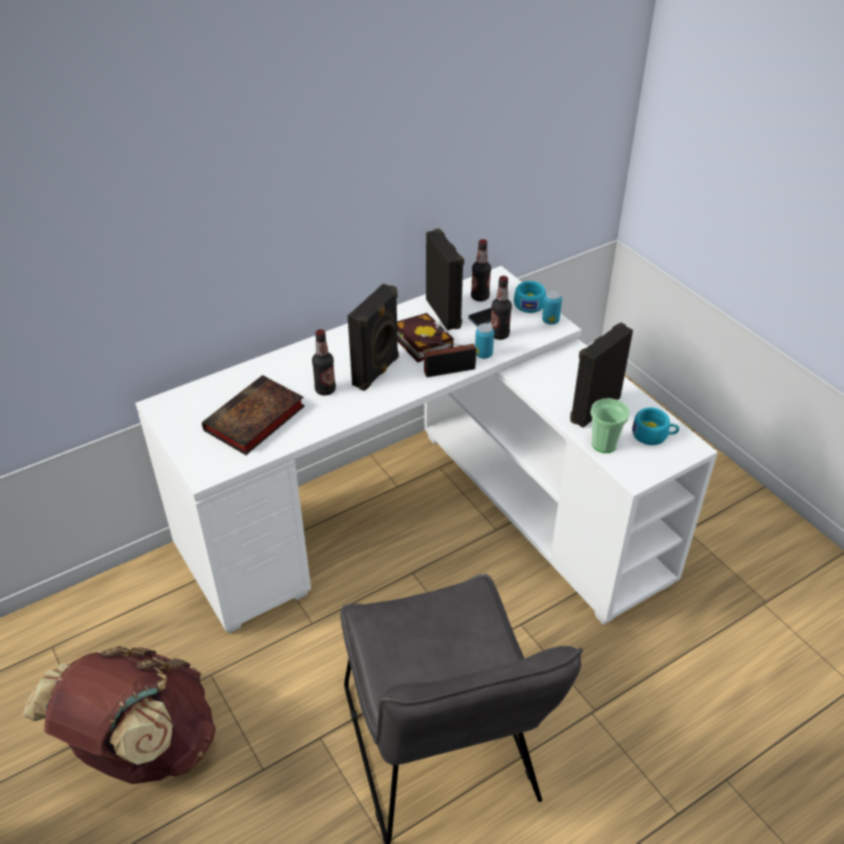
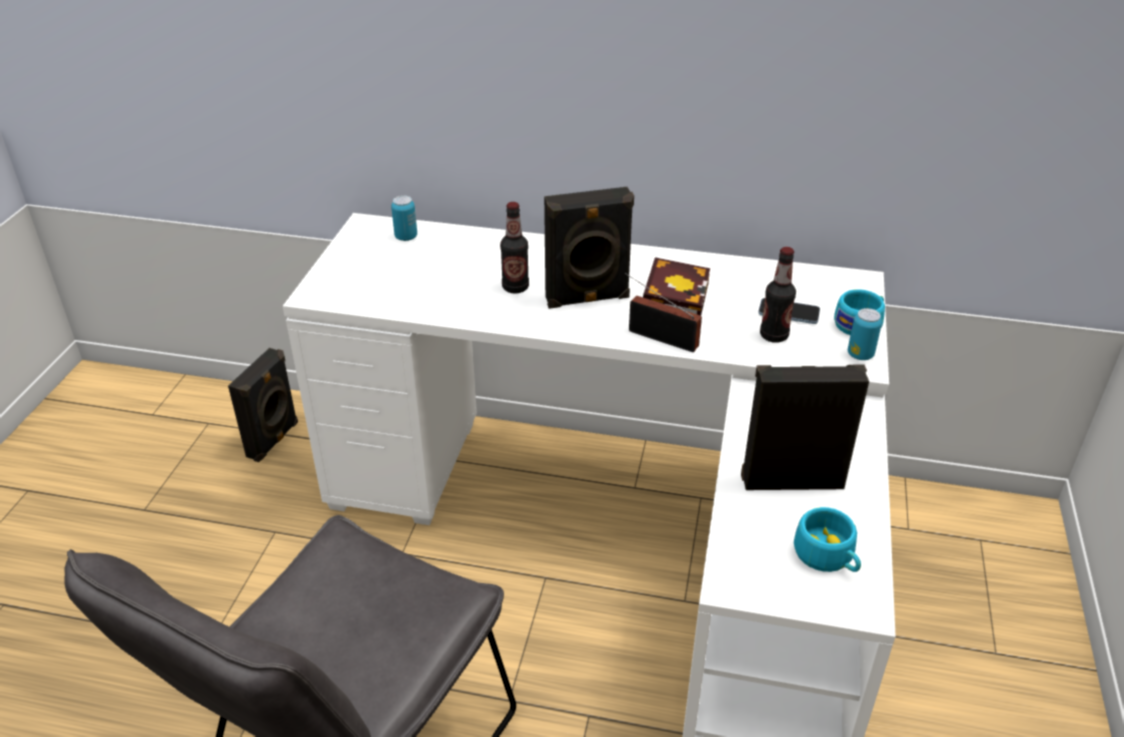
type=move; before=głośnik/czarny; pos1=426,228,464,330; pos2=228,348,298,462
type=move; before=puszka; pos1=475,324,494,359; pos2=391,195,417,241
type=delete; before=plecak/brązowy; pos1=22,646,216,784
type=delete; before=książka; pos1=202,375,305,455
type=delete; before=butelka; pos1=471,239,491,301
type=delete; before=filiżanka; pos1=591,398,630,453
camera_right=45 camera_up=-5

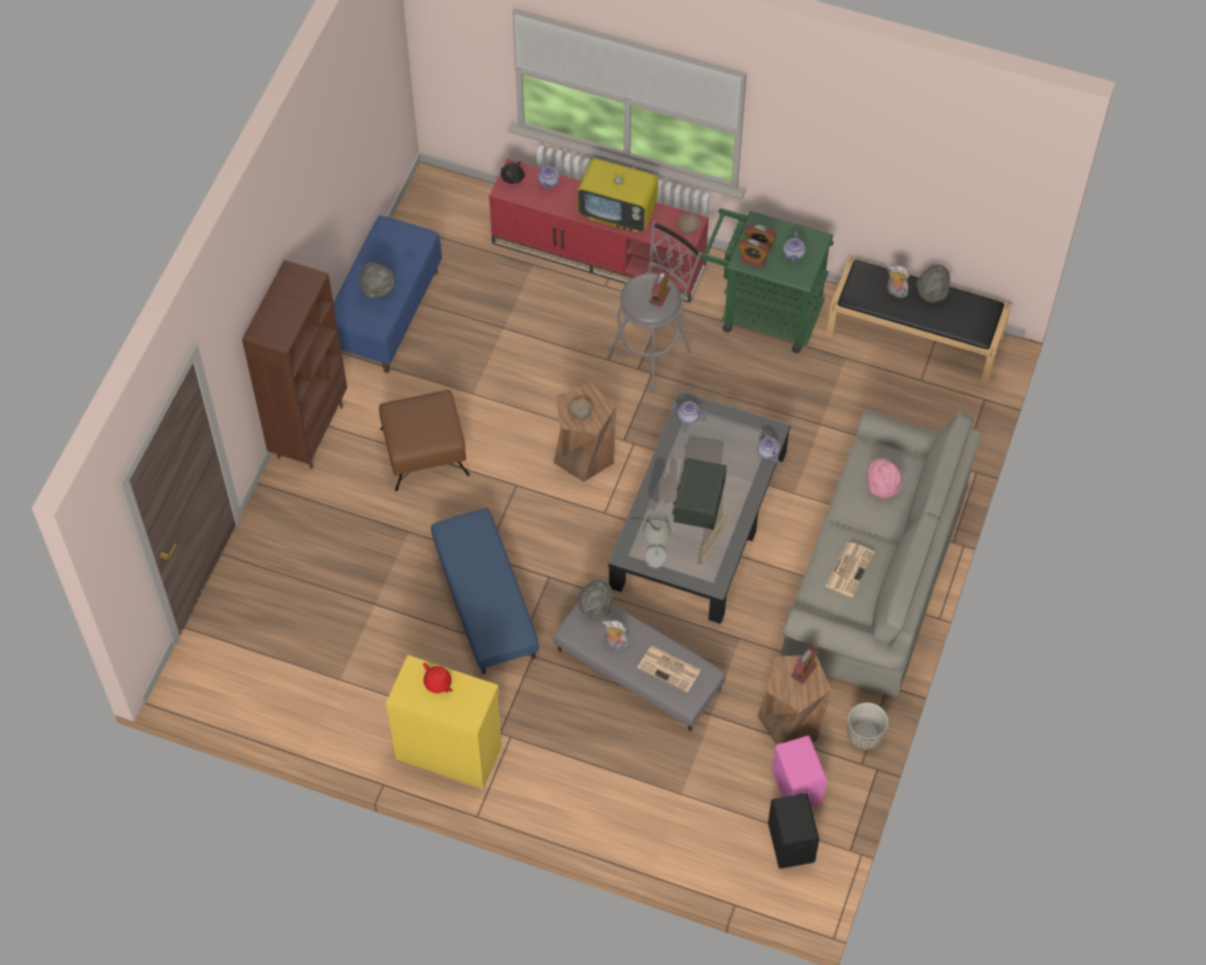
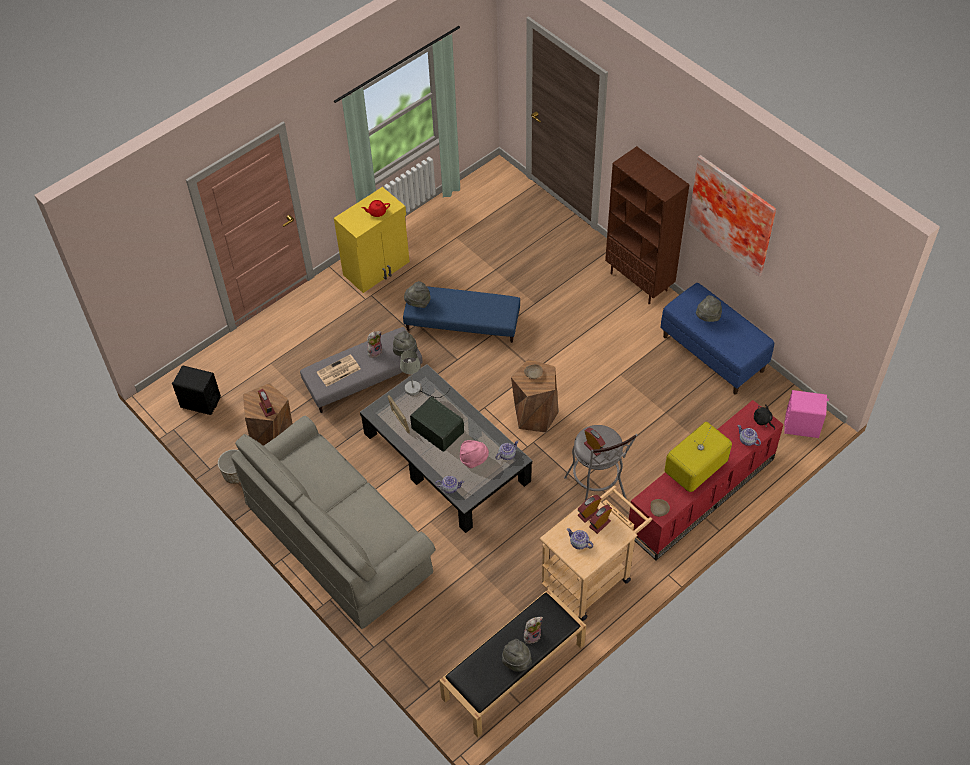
type=insert; after=kapelusz/szary; pos2=404,281,431,308
type=move; before=kapelusz/różowy; pos1=867,458,902,498; pos2=460,440,489,468
type=recolor; before=wózek/zielony; after=wózek/beżowy; pos1=700,208,834,353; pos2=539,485,652,621
type=insert; after=obraz; pos2=688,155,776,277
type=move; before=głośnik/różowy; pos1=772,736,827,806; pos2=784,390,829,438
type=delete; before=pufa/brązowy; pos1=379,390,470,491
type=delete; before=gazeta; pos1=825,542,875,597
camera_right=120 camera_up=-5

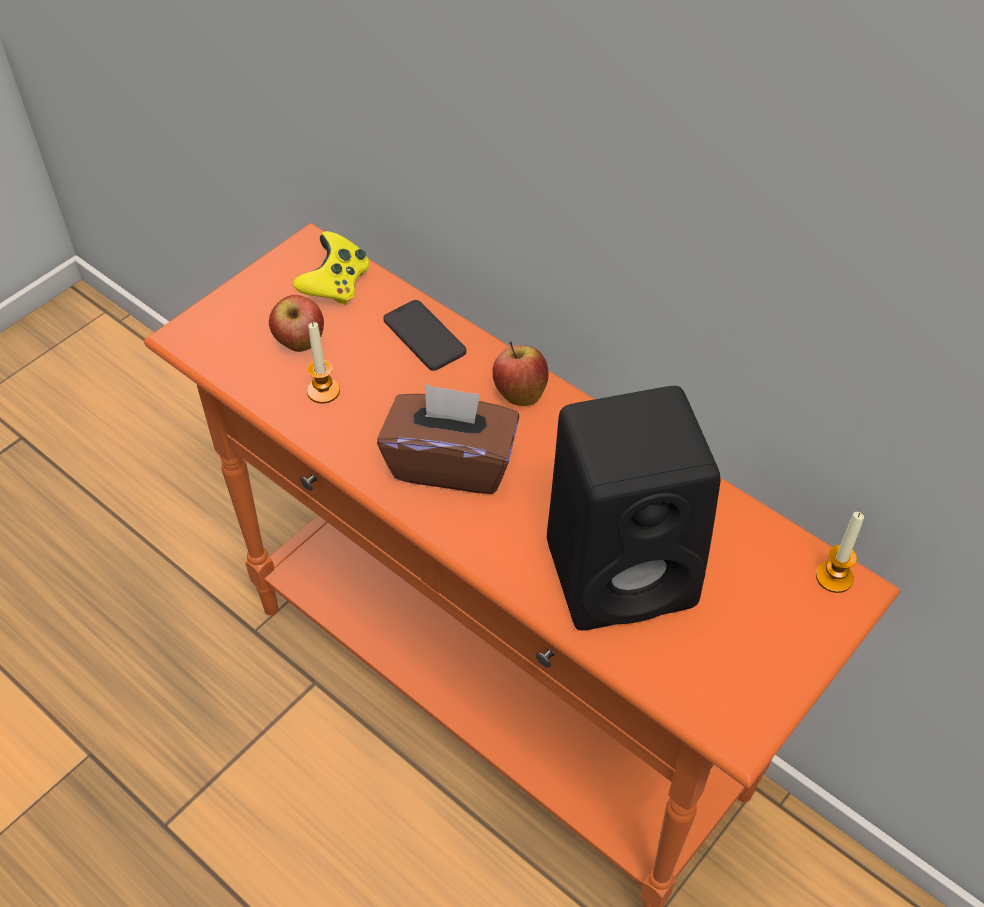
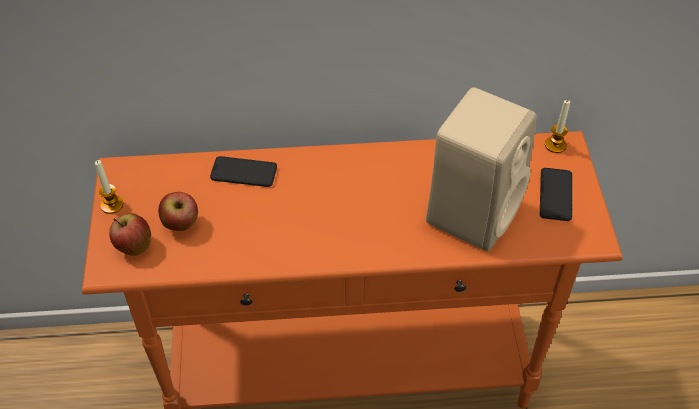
type=move; before=świeca; pos1=307,322,340,404; pos2=95,160,123,214
type=move; before=jabłko; pos1=492,341,549,406; pos2=109,213,151,256
type=recolor; before=głośnik/czarny; after=głośnik/beżowy; pos1=547,386,721,631; pos2=426,87,537,251
type=insert; after=telefon; pos2=540,168,572,221
type=delete; before=pad do gier/żółty; pos1=292,231,370,305
type=delete; before=pudełko chusteczek/brązowy; pos1=377,383,519,494
camera_right=-45 camera_up=0

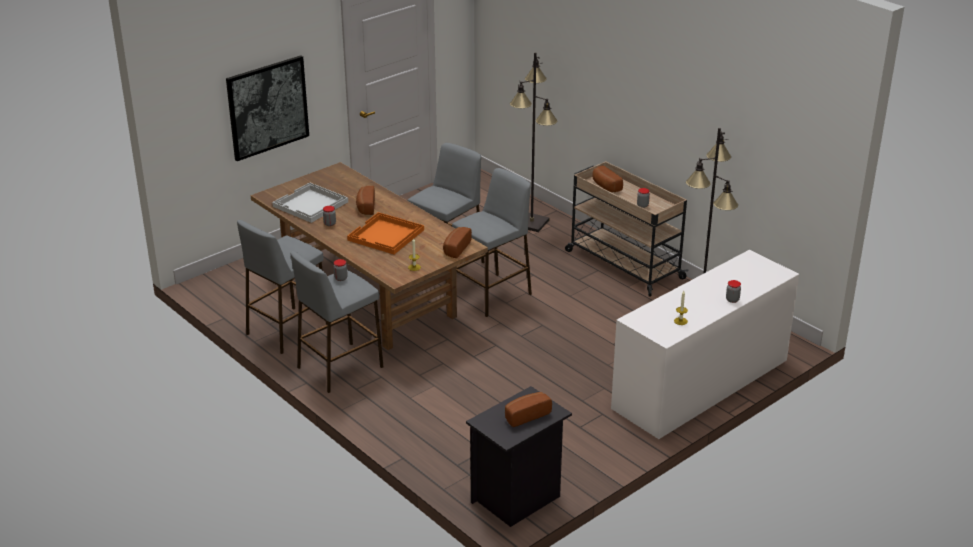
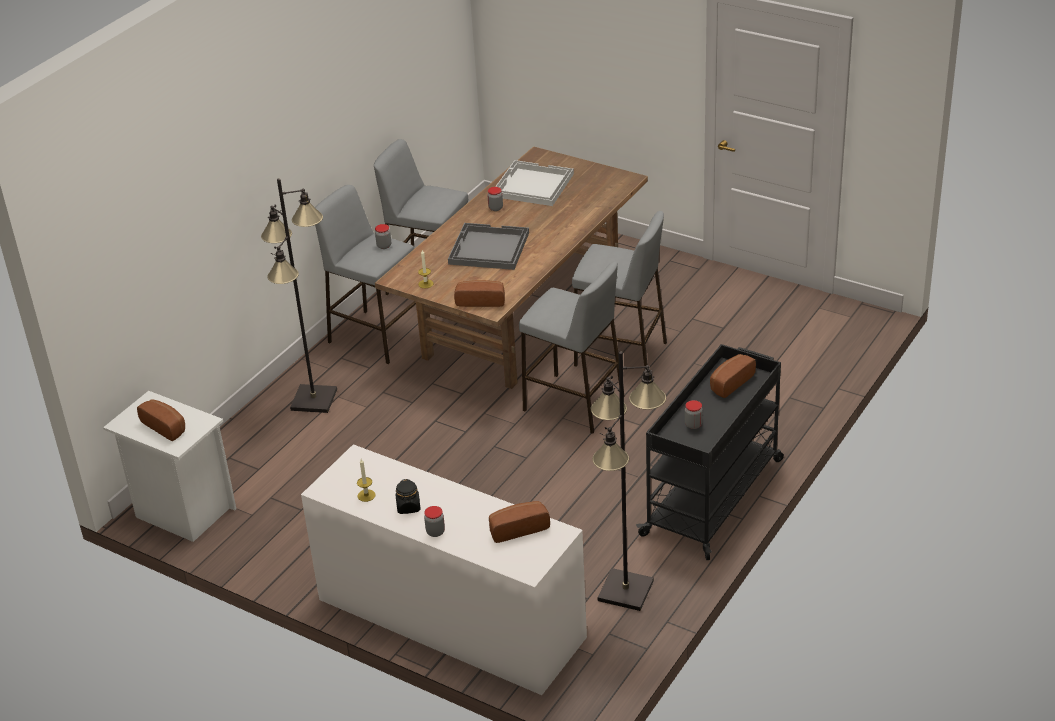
type=recolor; before=szafka nocna/czarny; after=szafka nocna/biały; pos1=466,386,572,527; pos2=103,391,237,542
type=move; before=lampa stojąca/czarny; pos1=510,52,558,232; pos2=261,179,337,413
type=insert; after=słoik/czarny; pos2=396,479,421,514
type=recolor; before=taca/pomarańczowy; after=taca/szary; pos1=347,212,424,254; pos2=448,223,529,270
type=move; before=chleb; pos1=356,186,375,215; pos2=489,501,550,543
type=recolor; before=wózek/beżowy; after=wózek/czarny; pos1=565,161,688,297; pos2=636,344,784,560
type=delete; before=obraz; pos1=226,55,309,161
camera_right=75 camera_up=5

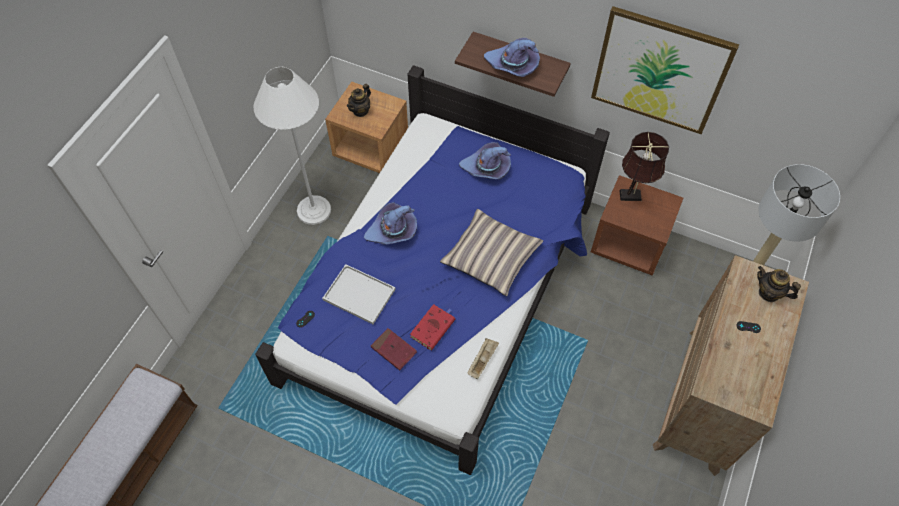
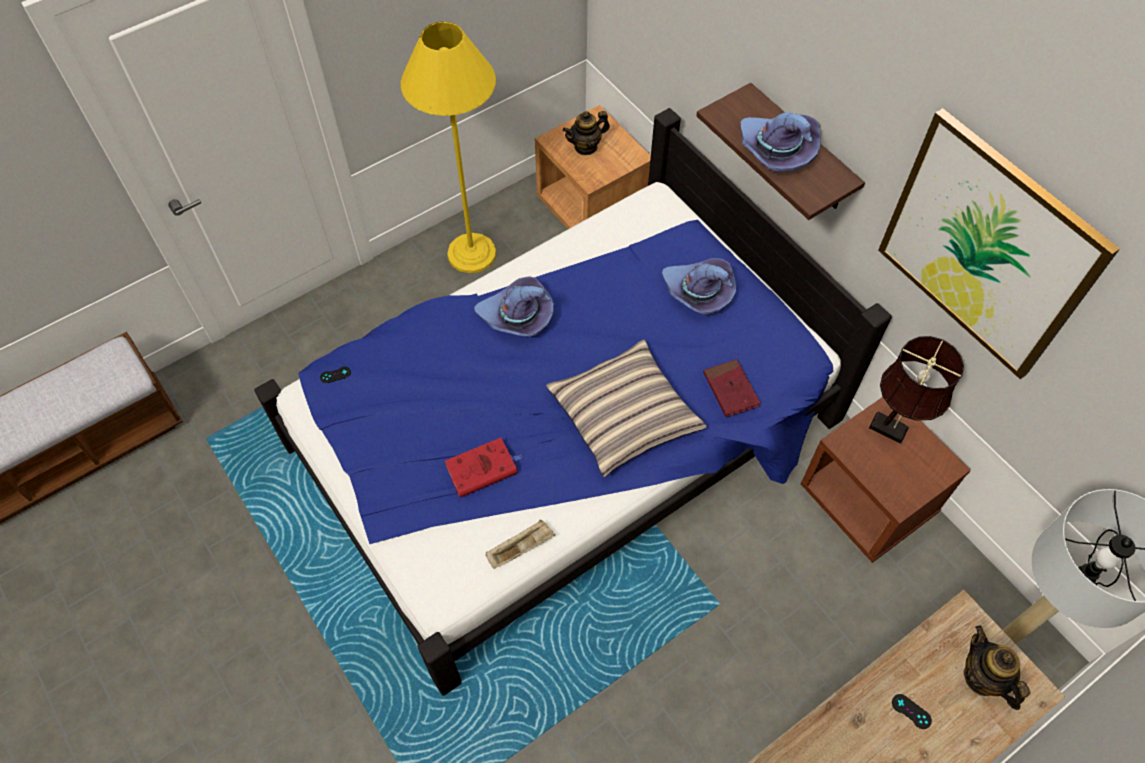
type=recolor; before=lampa stojąca/biały; after=lampa stojąca/żółty; pos1=253,66,331,225; pos2=401,22,496,273
type=move; before=książka/czerwony; pos1=371,328,417,370; pos2=703,359,761,417
type=delete; before=taca/biały; pos1=322,264,396,324
camera_right=30 camera_up=0

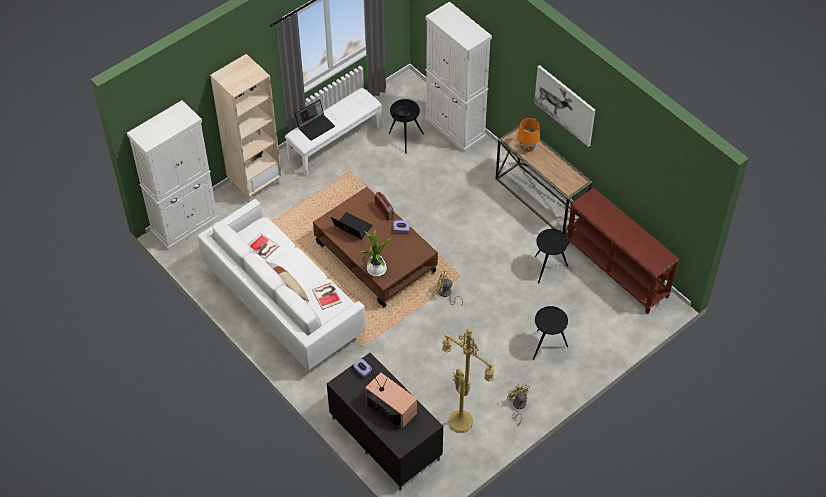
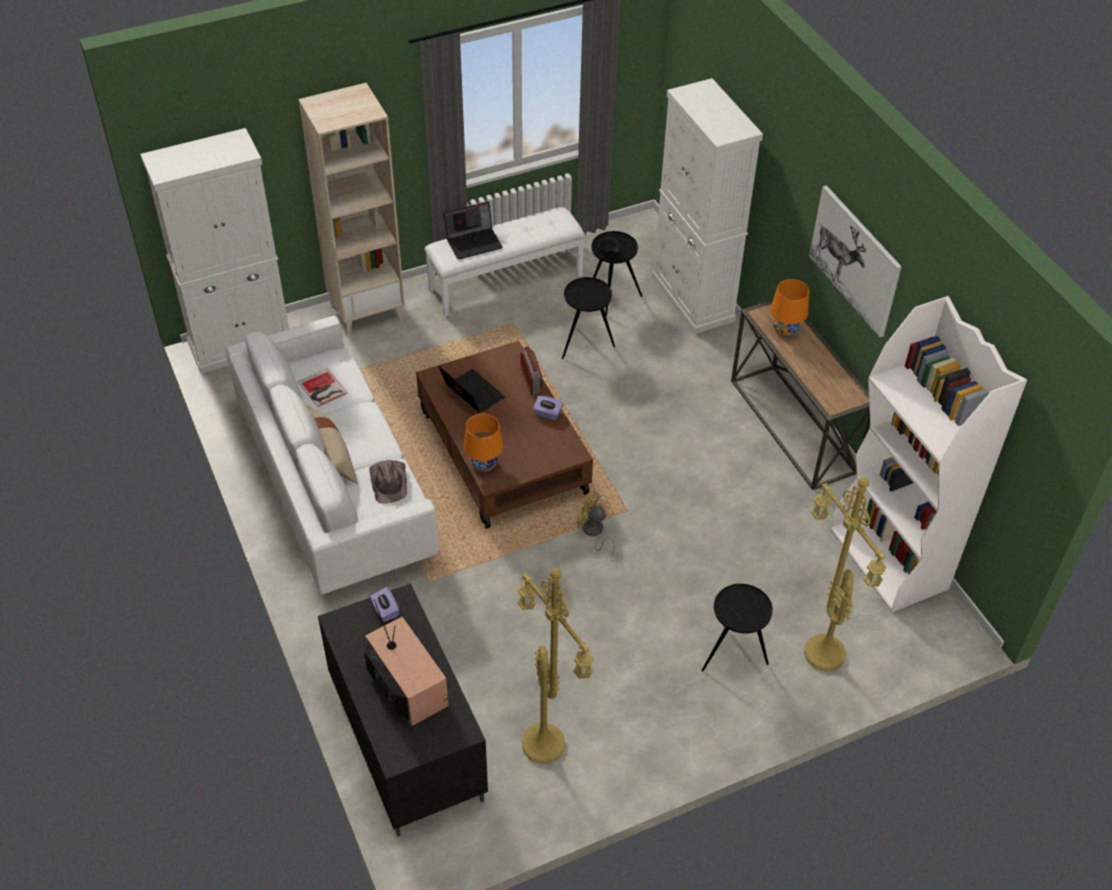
type=replace; before=książka; after=kapelusz/brązowy; pos1=312,282,342,310; pos2=369,460,407,504
type=replace; before=roślina doniczkowa; after=lampa stołowa/pomarańczowy; pos1=359,230,390,276; pos2=464,413,503,472
type=move; before=stolik/czarny; pos1=535,229,568,284; pos2=562,277,615,359
type=insert; after=lampa stojąca/żółty; pos2=804,477,886,672
type=replace; before=stolik konsolowy/brązowy; after=regał/biały; pos1=567,187,679,314; pos2=830,296,1027,612
type=delete; before=wentylator/żółty; pos1=507,383,530,425
camera_right=15 camera_up=-5

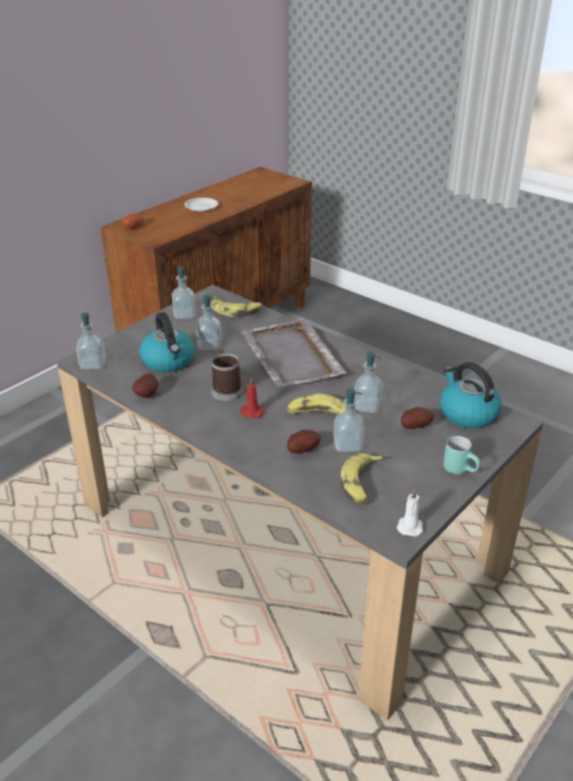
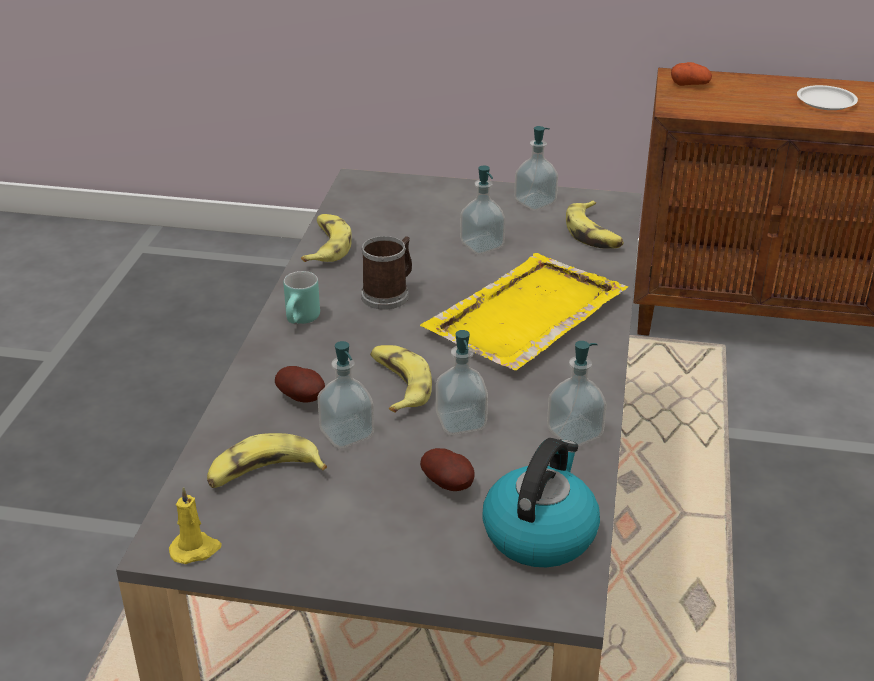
type=recolor; before=świeca/biały; after=świeca/żółty; pos1=397,489,423,537; pos2=169,487,222,564
type=move; before=kubek/turkusowy; pos1=443,436,481,474; pos2=284,271,320,324
type=replace; before=ziemniak; after=banan; pos1=133,373,158,398; pos2=301,214,352,262
type=recolor; before=taca/szary; after=taca/żółty; pos1=241,318,347,388; pos2=420,253,628,370
type=move; before=dozownik mydła; pos1=76,312,106,370; pos2=547,341,607,446
type=delete; before=czajnik; pos1=139,312,195,372
type=delete; before=świeca/czerwony; pos1=240,378,264,419
camera_right=60 camera_up=0

